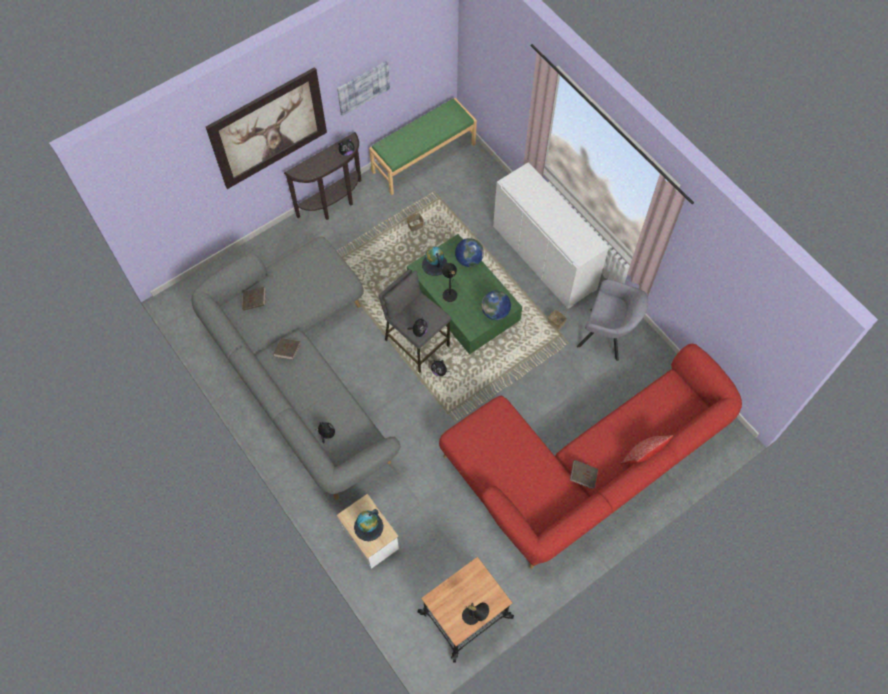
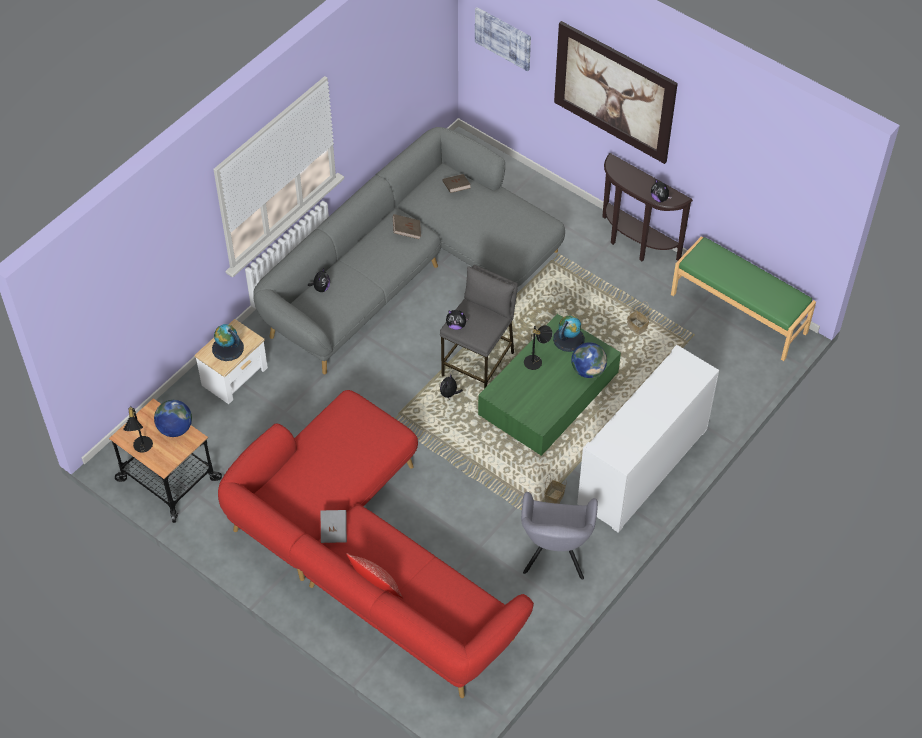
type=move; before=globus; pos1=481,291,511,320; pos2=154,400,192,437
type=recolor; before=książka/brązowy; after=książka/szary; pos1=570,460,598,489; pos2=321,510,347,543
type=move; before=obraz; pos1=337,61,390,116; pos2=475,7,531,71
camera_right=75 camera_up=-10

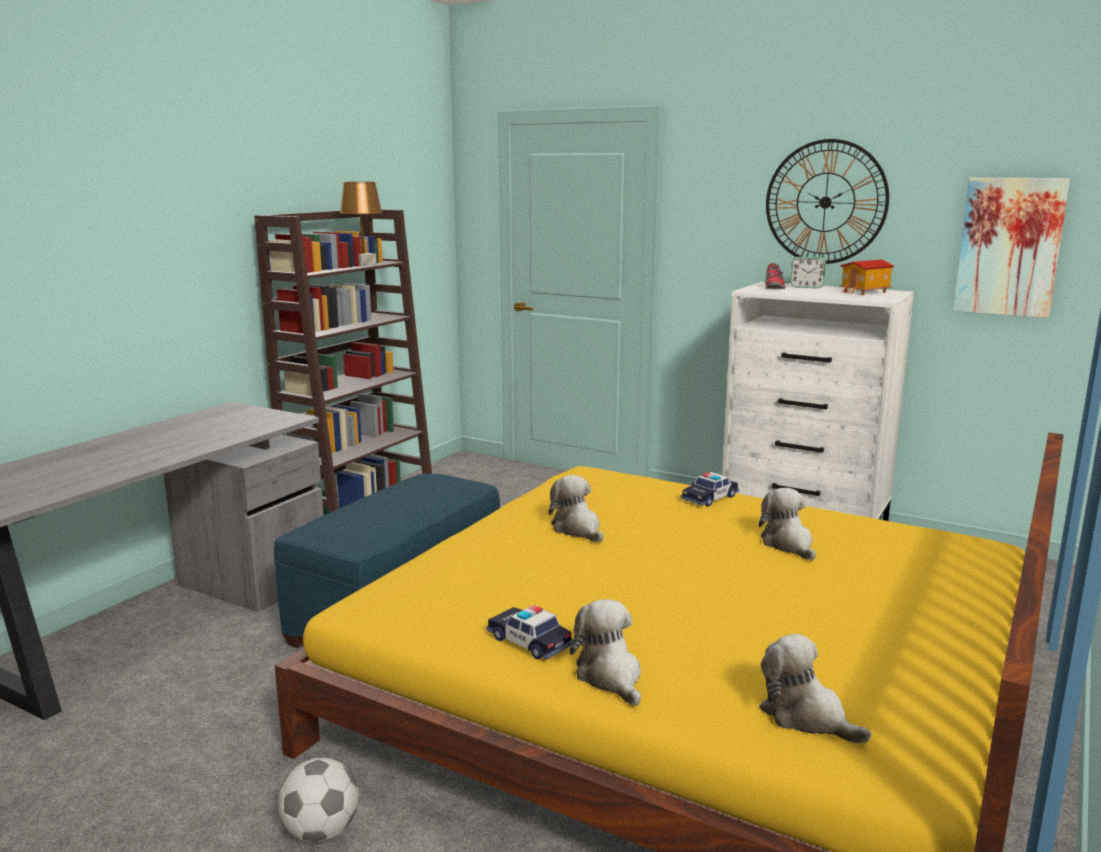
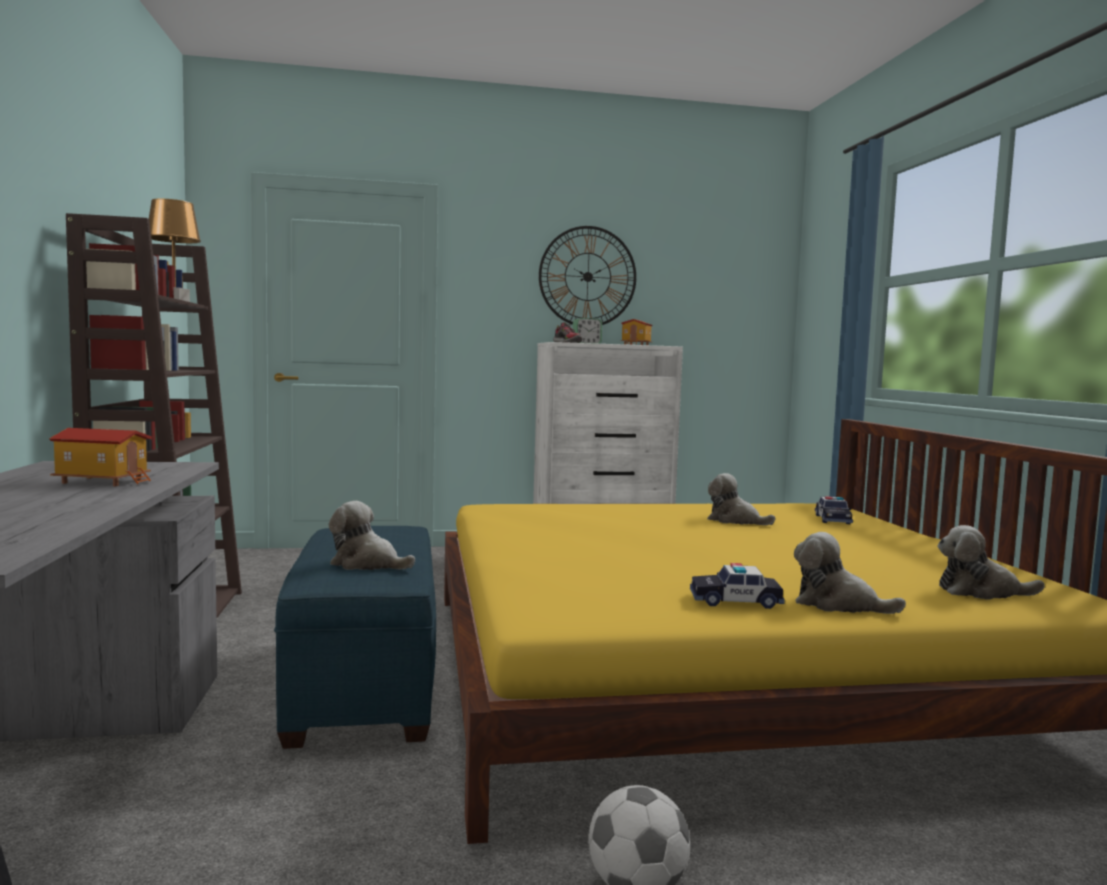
type=insert; after=domek; pos2=49,428,152,486
type=move; before=pluszak; pos1=549,475,603,542; pos2=329,501,415,570
type=move; before=samochodzik; pos1=681,472,739,507; pos2=815,496,853,524
type=delete; before=obraz; pos1=953,178,1070,318
camera_right=-40 camera_up=-10

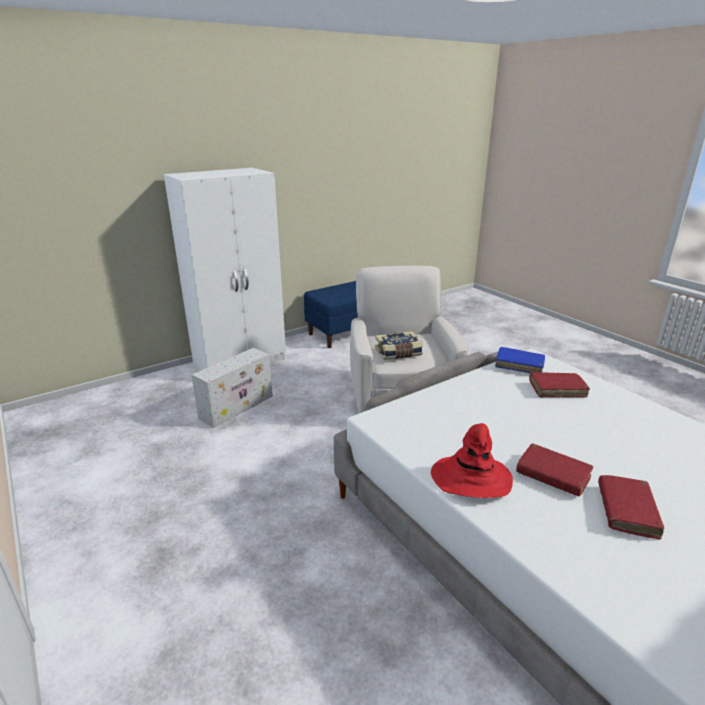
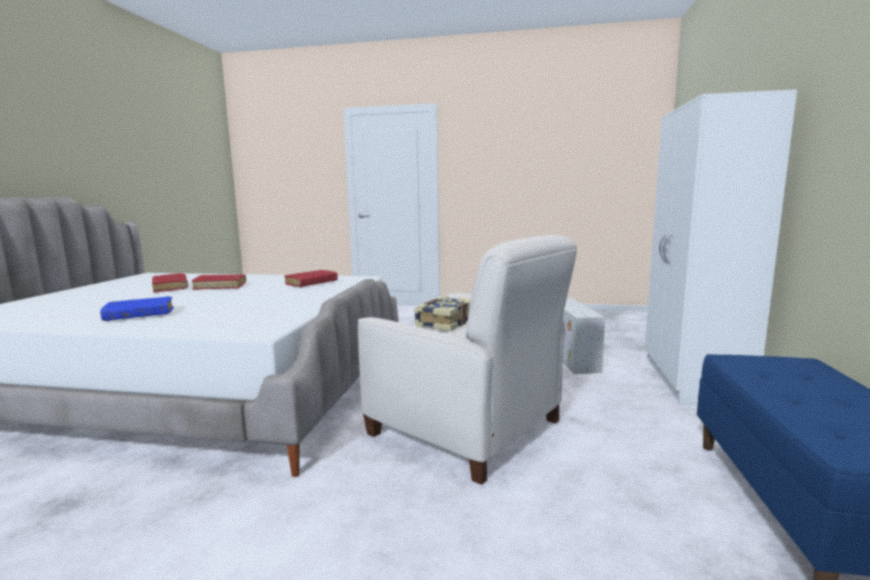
type=move; before=książka/niebieski; pos1=495,347,545,373; pos2=100,296,174,321
type=move; before=książka/czerwony; pos1=529,372,590,397; pos2=284,270,338,287
type=delete; before=kapelusz/czerwony; pos1=431,423,513,498
camera_right=135 camera_up=-15

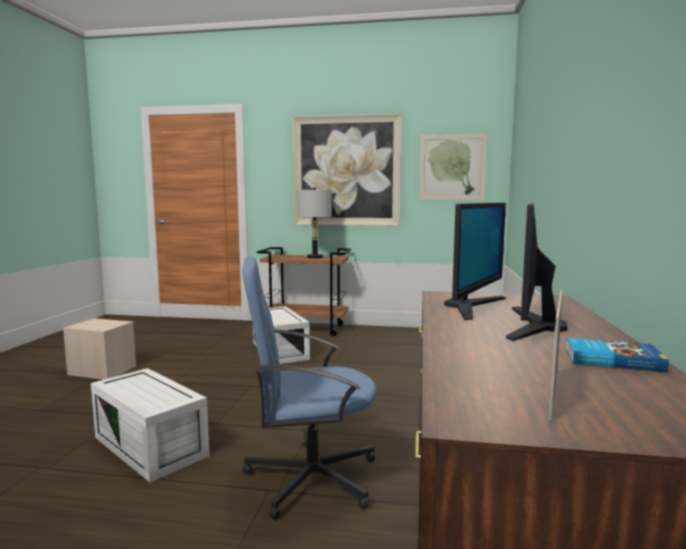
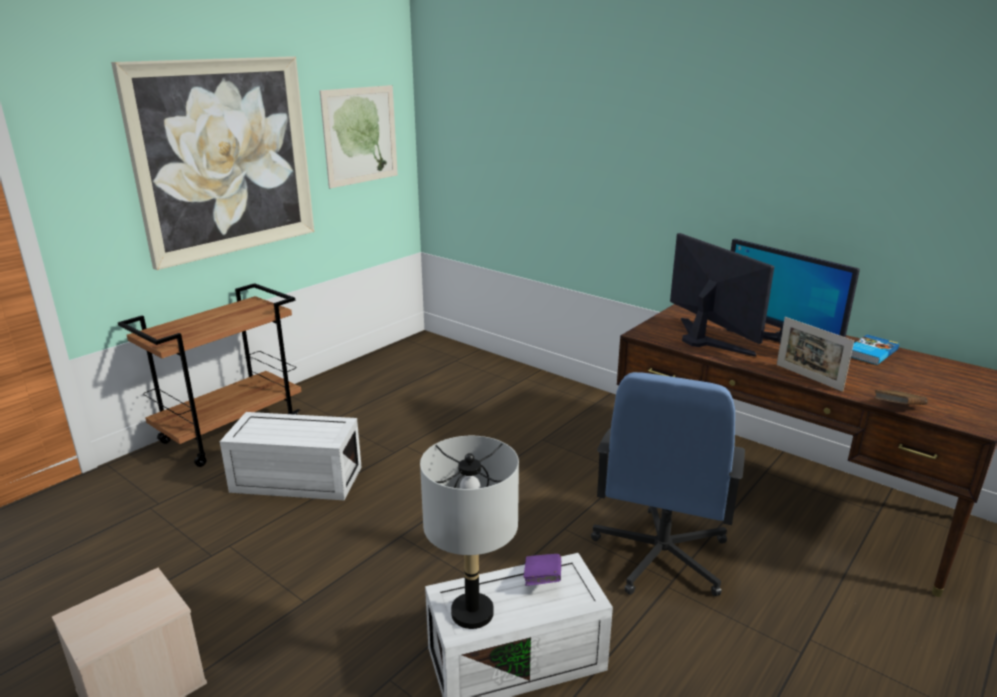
type=move; before=lampa stołowa/szary; pos1=298,187,331,259; pos2=420,436,519,629
type=insert; after=książka/fioletowy; pos2=523,554,561,586
type=move; before=ramka na zdjęcie; pos1=549,290,563,422; pos2=777,317,854,392
type=insert; after=książka/brązowy; pos2=874,390,928,405
camera_right=-60 camera_up=15

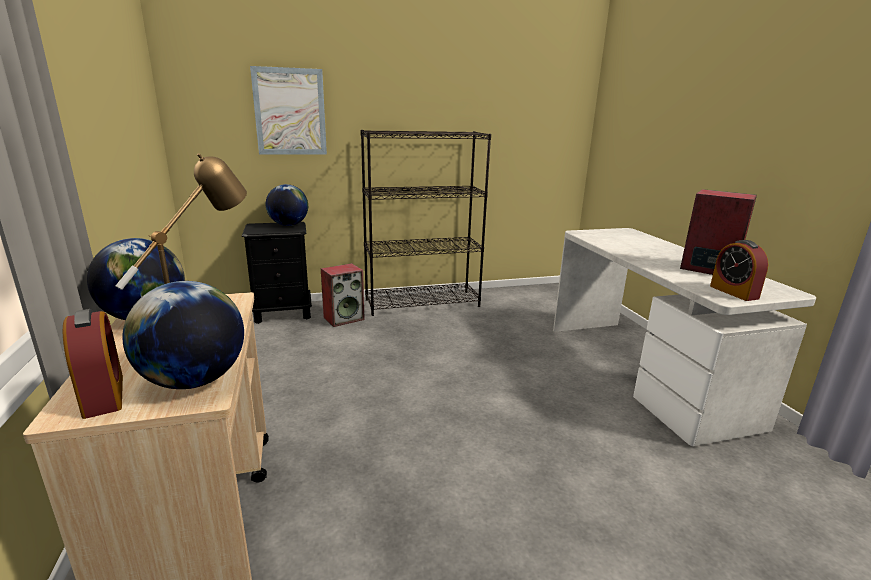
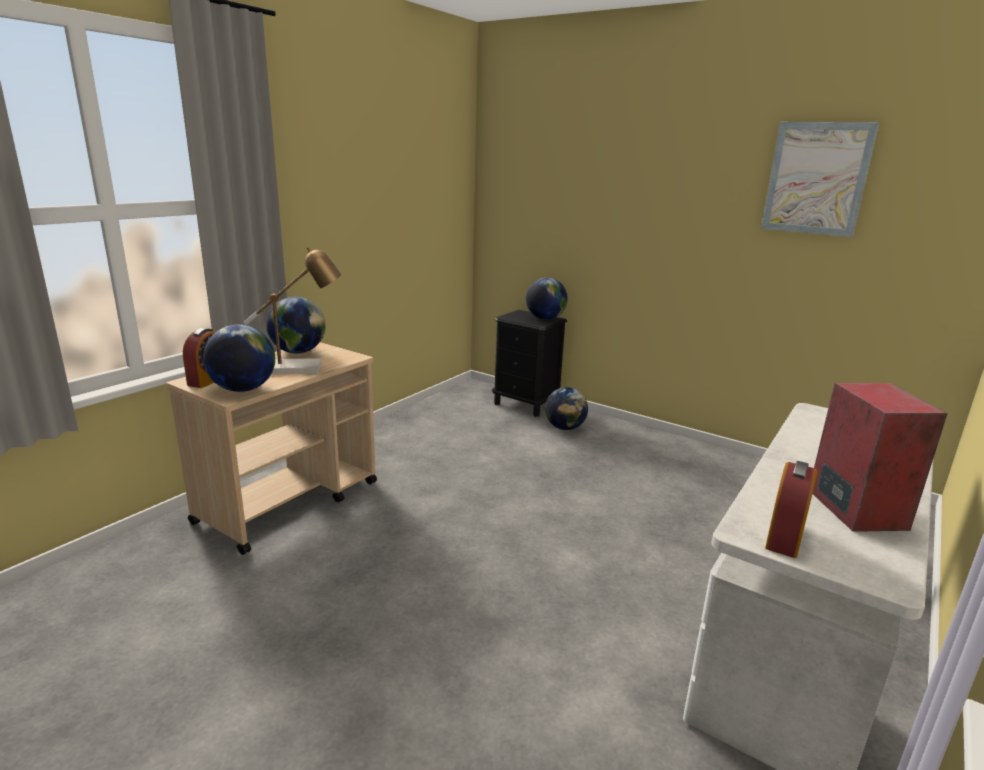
type=replace; before=głośnik; after=globus; pos1=321,263,365,327; pos2=545,387,588,430
type=move; before=obraz; pos1=250,66,327,154; pos2=761,122,879,237
type=delete; before=regał/czarny; pos1=361,130,491,316
camera_right=50 camera_up=0

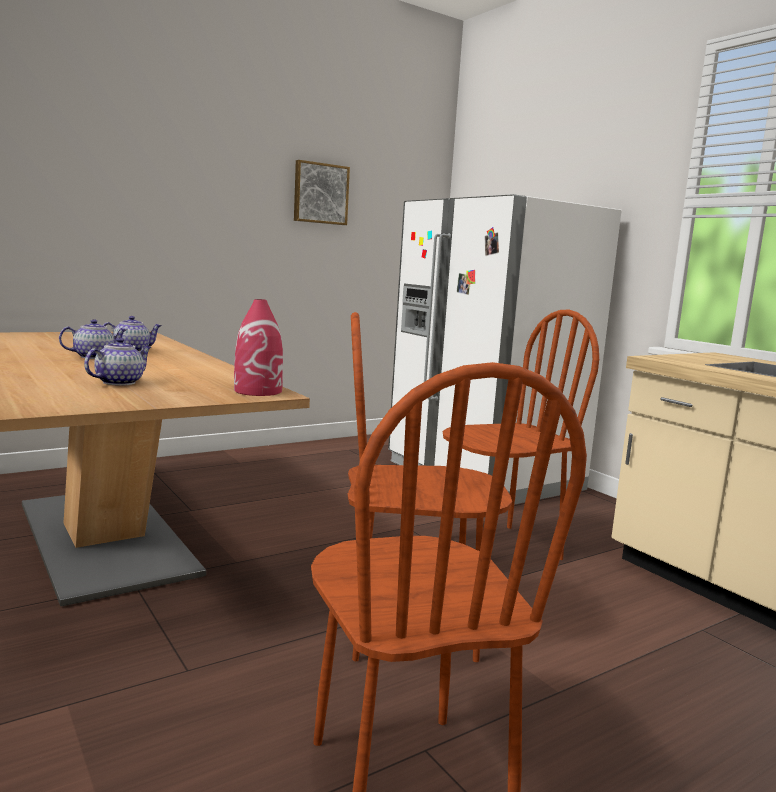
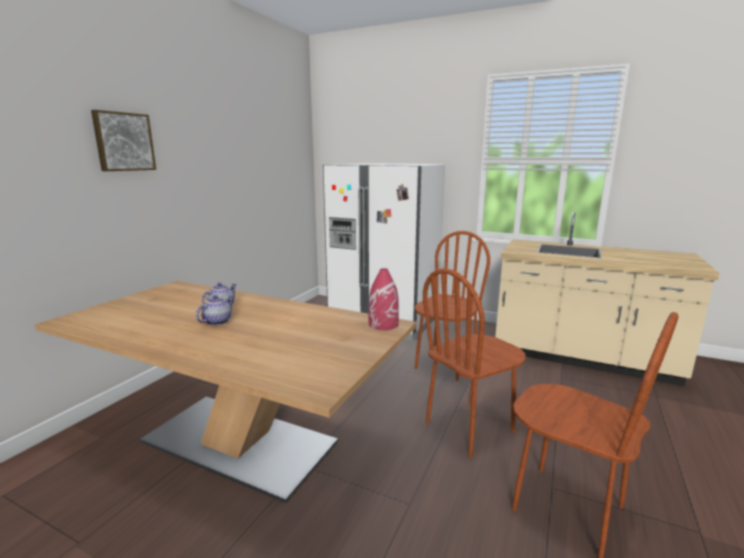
type=move; before=obraz; pos1=294,160,350,225; pos2=91,110,156,171
type=delete; before=imbryk; pos1=84,337,151,386
camera_right=-30 camera_up=5

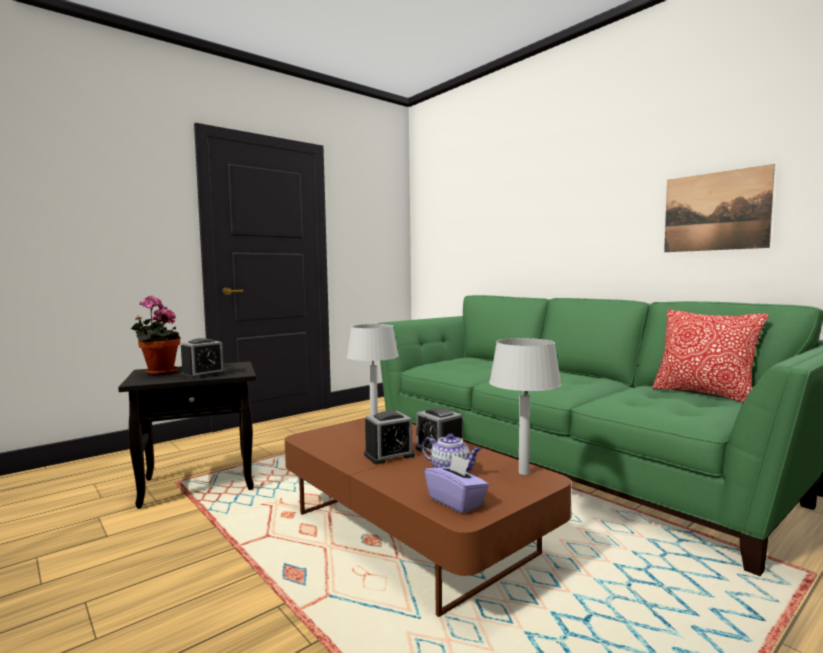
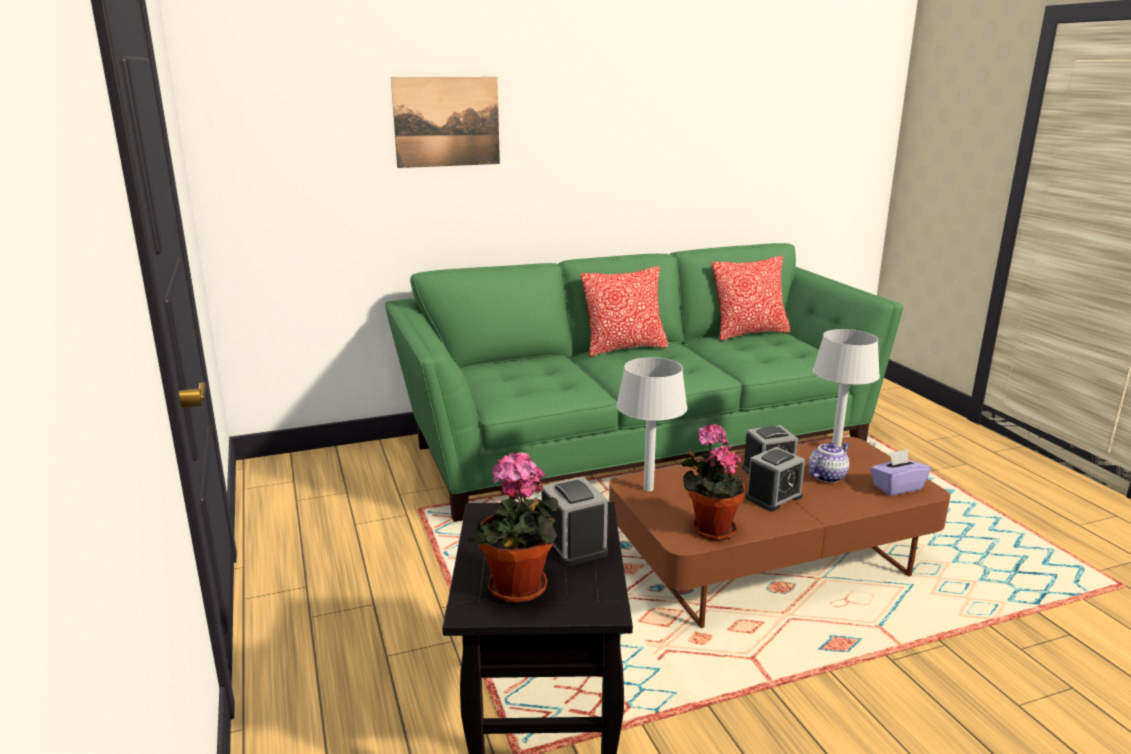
type=move; before=obraz; pos1=664,164,775,252; pos2=391,77,500,168
type=insert; after=poduszka; pos2=581,266,668,357
type=insert; after=roślina doniczkowa; pos2=681,424,746,541
type=rotate; before=budzik; pos1=364,411,415,464; pos2=745,447,805,511; turn=60
camera_right=-70 camera_up=15

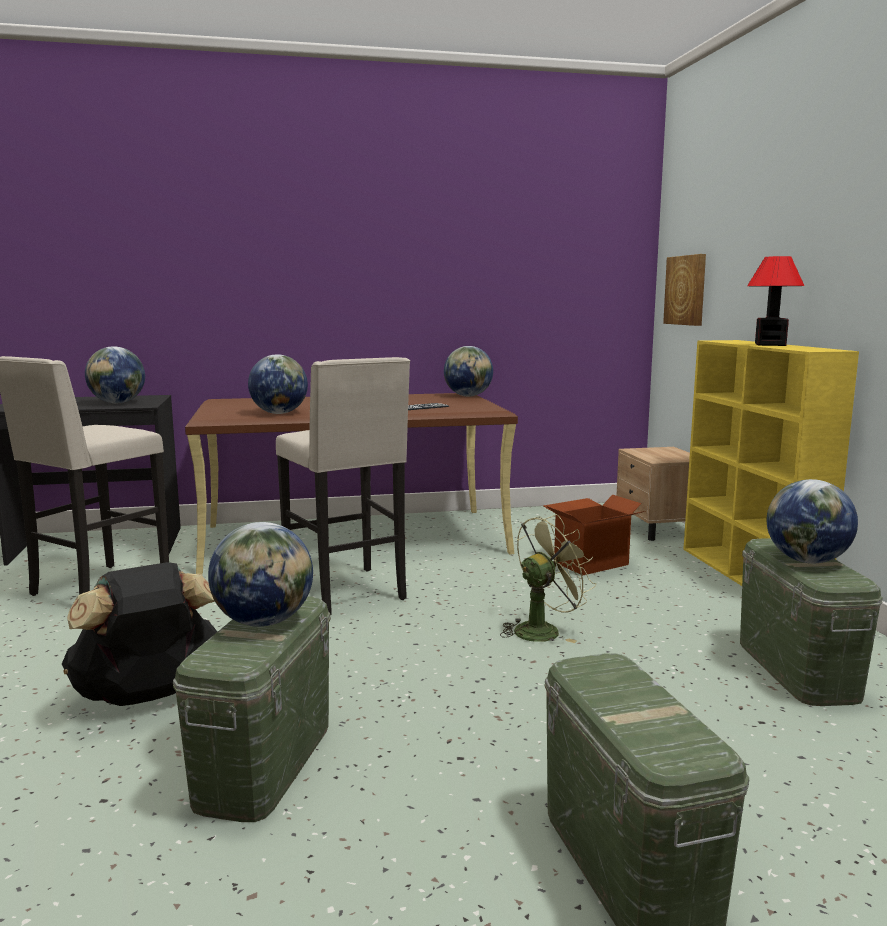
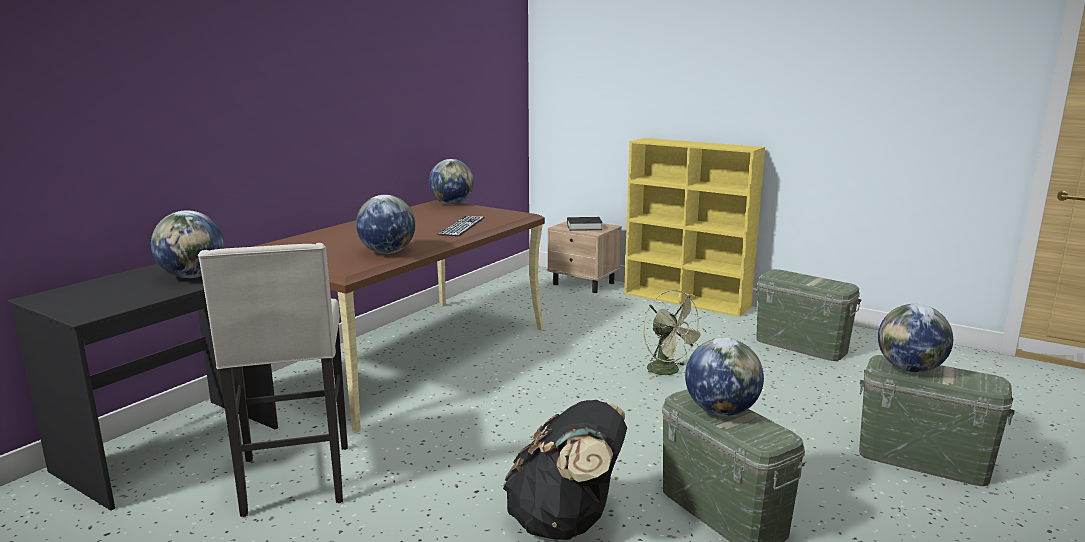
type=insert; after=książka/czarny; pos2=567,217,603,231
type=rotate; before=wentylator/zielony; pos1=500,514,596,643; pos2=643,290,706,380; turn=135
type=move; before=globus; pos1=767,479,858,563; pos2=878,304,953,373
type=delete; before=stołek/beżowy; pos1=276,357,410,615
type=delete; before=karton; pos1=543,495,646,575
type=delete; before=obraz; pos1=663,254,706,326
type=delete; before=lampa stołowa; pos1=747,256,804,346
camera_right=-45 camera_up=5

